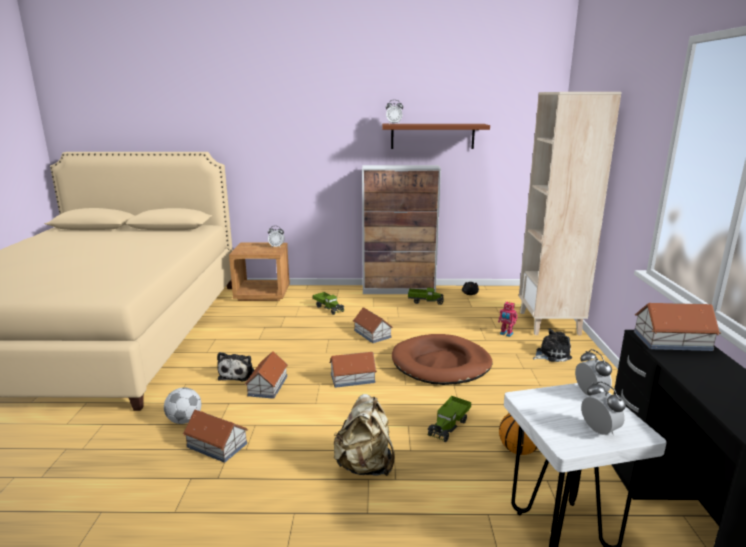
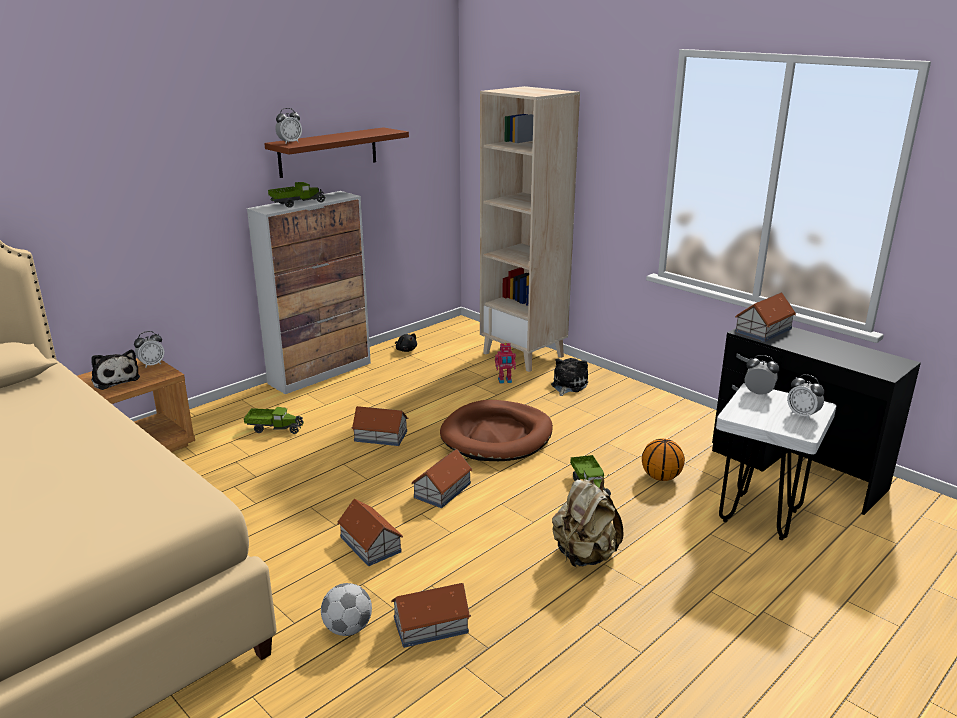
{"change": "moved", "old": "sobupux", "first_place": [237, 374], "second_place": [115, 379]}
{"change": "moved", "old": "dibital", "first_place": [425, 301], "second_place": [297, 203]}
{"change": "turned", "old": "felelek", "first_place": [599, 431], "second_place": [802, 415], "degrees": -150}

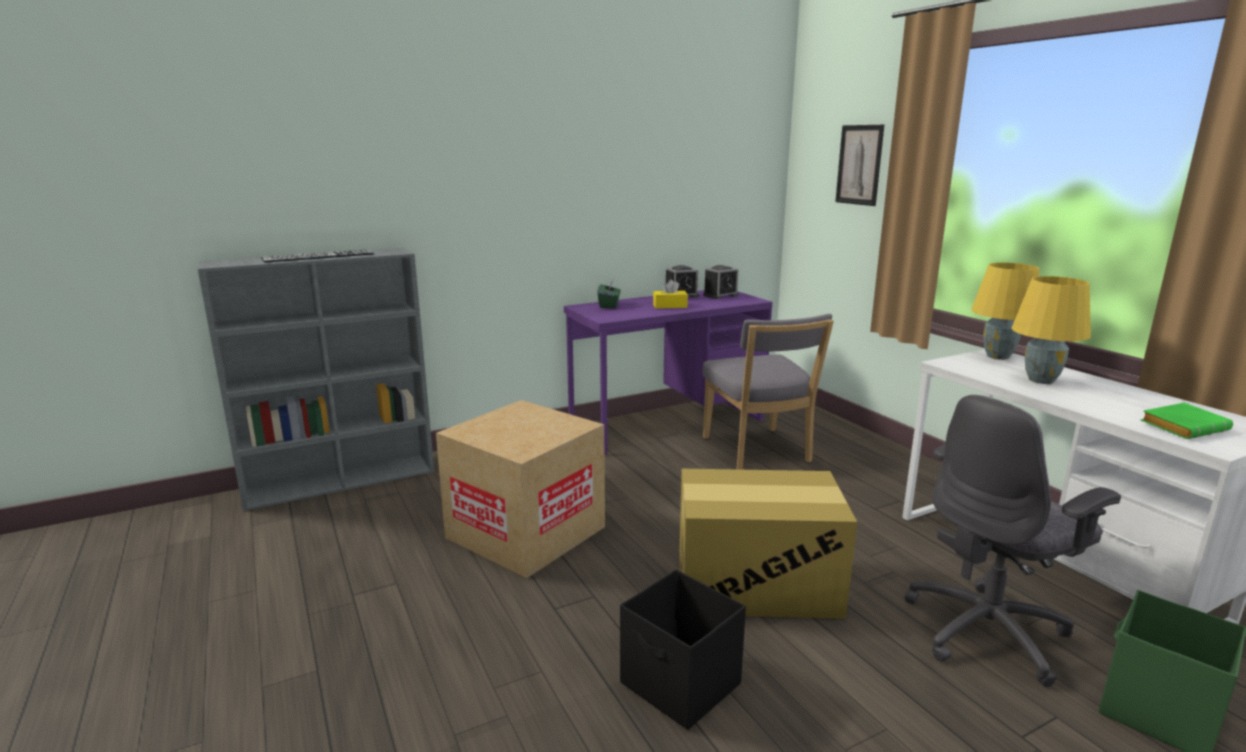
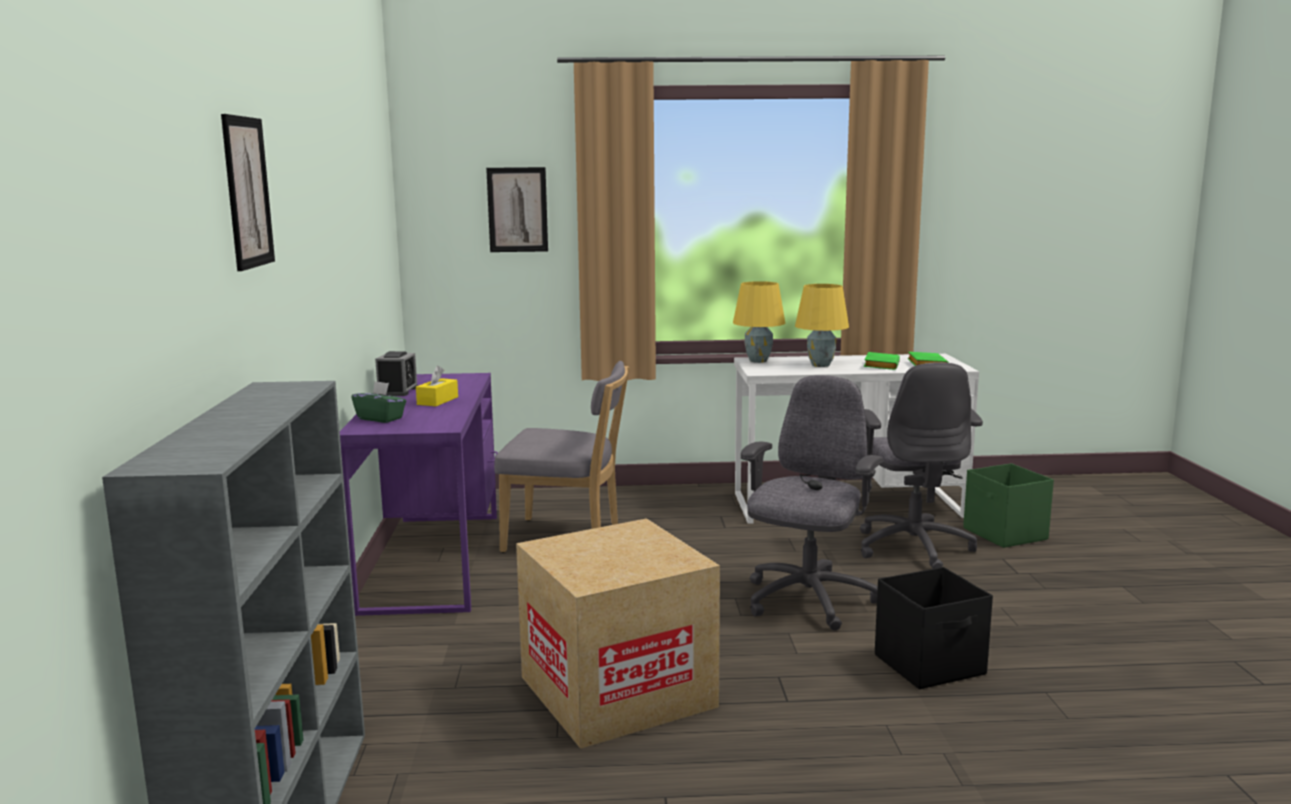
{"change": "added", "new": "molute", "second_place": [247, 192]}
{"change": "replaced", "old": "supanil", "new": "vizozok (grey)", "first_place": [757, 584], "second_place": [807, 601]}
{"change": "added", "new": "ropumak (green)", "second_place": [880, 365]}
{"change": "removed", "old": "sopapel", "first_place": [318, 256]}
{"change": "removed", "old": "felelek", "first_place": [720, 295]}

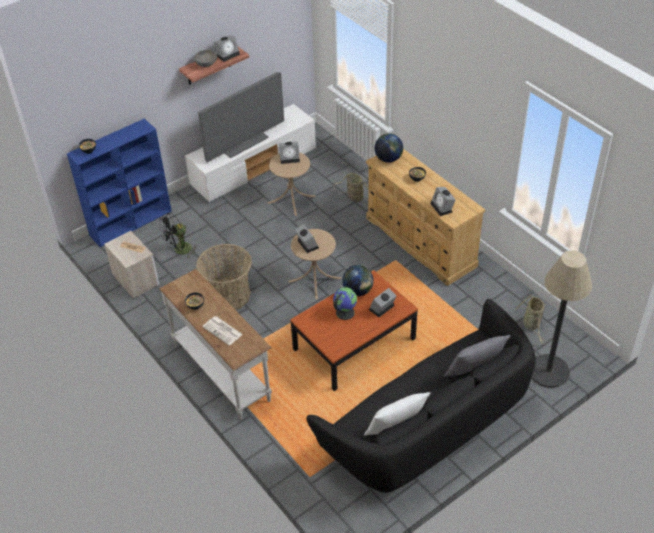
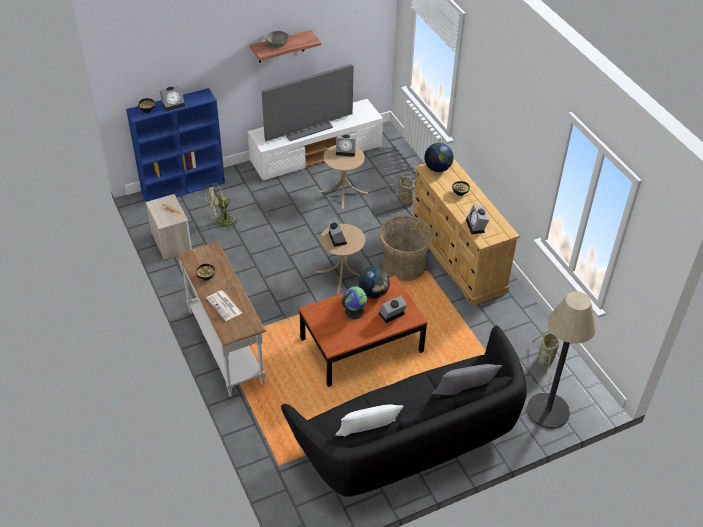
{"change": "moved", "old": "felelek", "first_place": [228, 54], "second_place": [173, 104]}
{"change": "recoloured", "old": "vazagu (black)", "new": "vazagu (green)", "first_place": [179, 251], "second_place": [221, 222]}
{"change": "moved", "old": "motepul", "first_place": [228, 295], "second_place": [404, 265]}

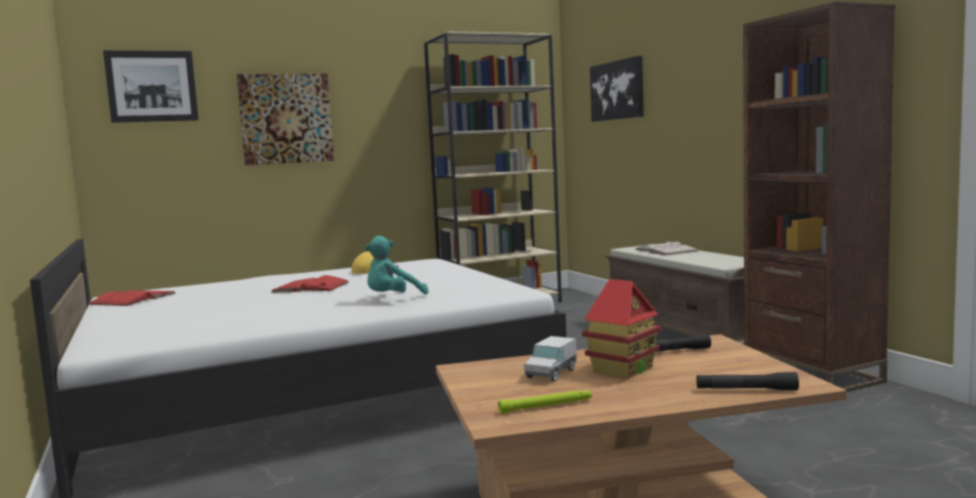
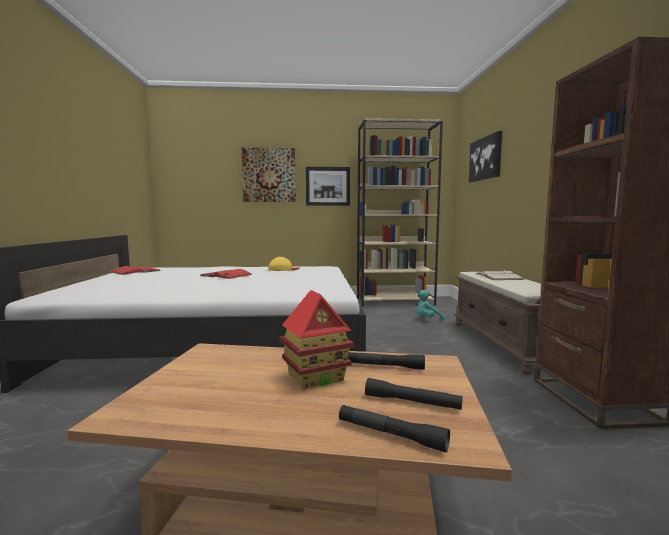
{"change": "moved", "old": "molute", "first_place": [152, 86], "second_place": [327, 186]}
{"change": "added", "new": "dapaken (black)", "second_place": [412, 402]}
{"change": "moved", "old": "sobupux (turquoise)", "first_place": [393, 299], "second_place": [427, 319]}
{"change": "removed", "old": "dapaken (green)", "first_place": [546, 406]}
{"change": "removed", "old": "dibital", "first_place": [551, 373]}

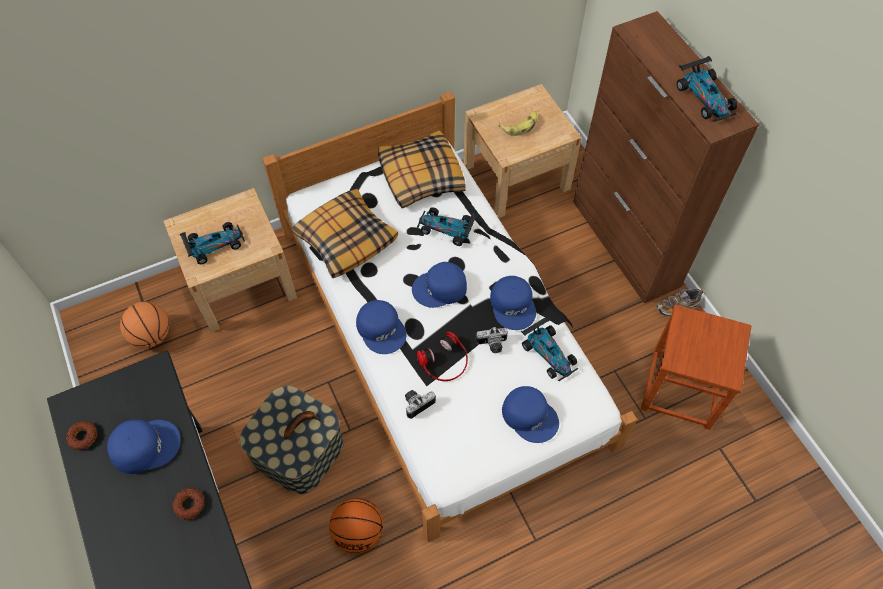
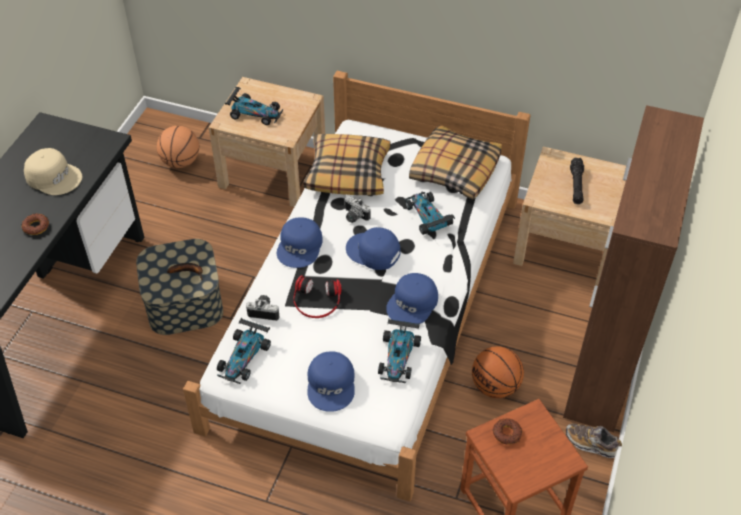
{"change": "recoloured", "old": "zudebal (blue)", "new": "zudebal (beige)", "first_place": [145, 445], "second_place": [54, 176]}
{"change": "moved", "old": "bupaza", "first_place": [705, 97], "second_place": [244, 357]}
{"change": "moved", "old": "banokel", "first_place": [492, 345], "second_place": [354, 216]}
{"change": "moved", "old": "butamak", "first_place": [358, 532], "second_place": [495, 386]}
{"change": "moved", "old": "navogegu", "first_place": [83, 436], "second_place": [507, 433]}
{"change": "replaced", "old": "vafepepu", "new": "dapaken (black)", "first_place": [520, 126], "second_place": [576, 185]}

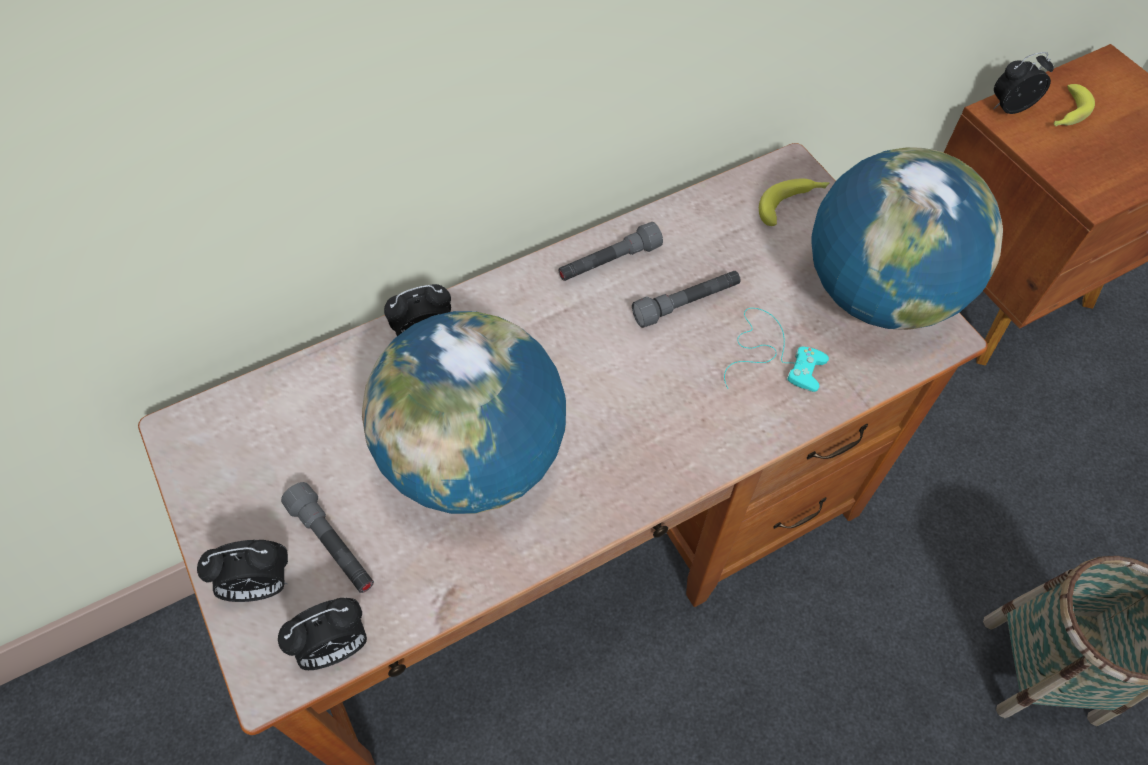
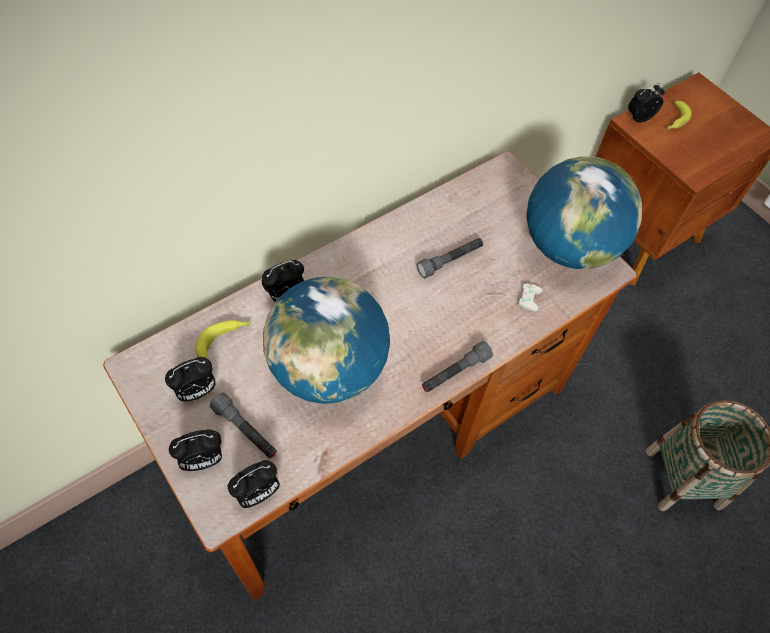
{"change": "added", "new": "felelek", "second_place": [196, 391]}
{"change": "moved", "old": "vafepepu", "first_place": [792, 204], "second_place": [224, 339]}
{"change": "moved", "old": "dapaken (grey)", "first_place": [609, 262], "second_place": [455, 372]}
{"change": "recoloured", "old": "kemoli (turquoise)", "new": "kemoli (white)", "first_place": [771, 353], "second_place": [506, 289]}

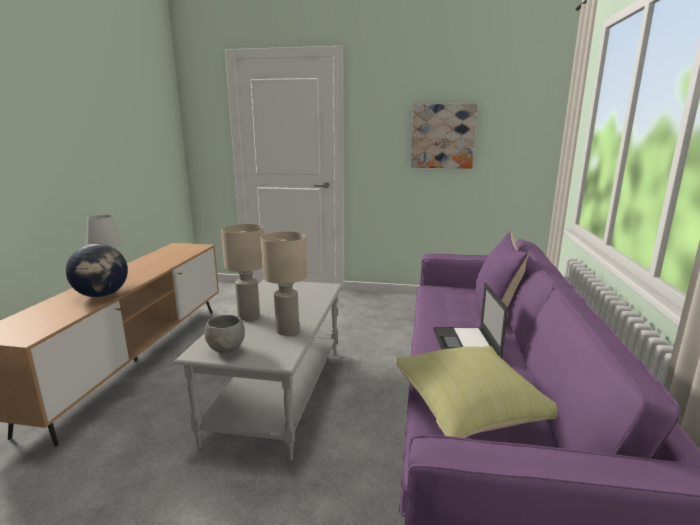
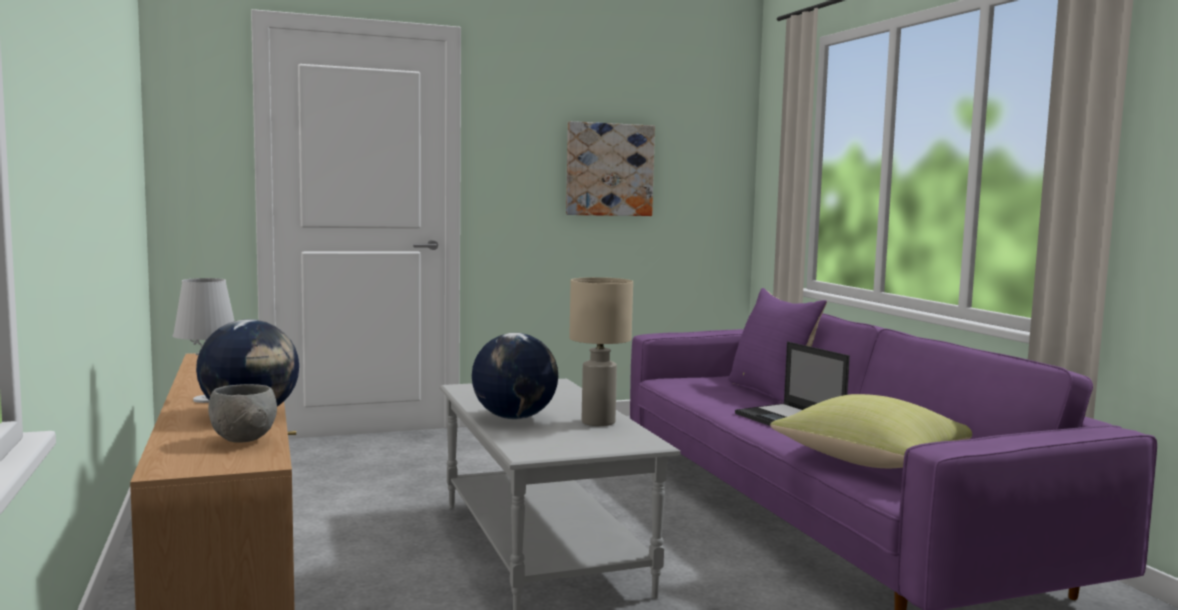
{"change": "moved", "old": "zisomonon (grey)", "first_place": [226, 351], "second_place": [244, 441]}
{"change": "replaced", "old": "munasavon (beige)", "new": "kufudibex", "first_place": [249, 316], "second_place": [514, 418]}

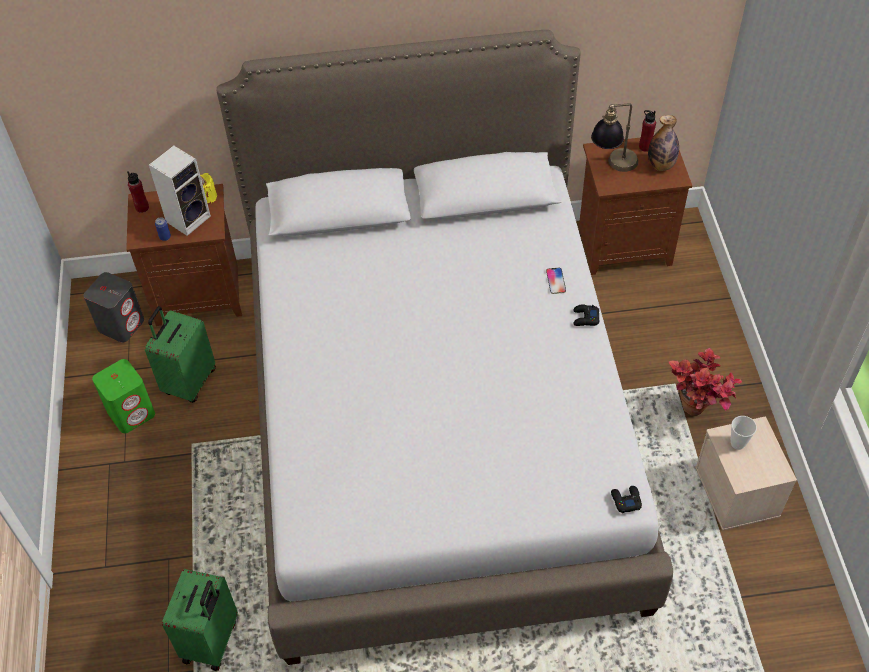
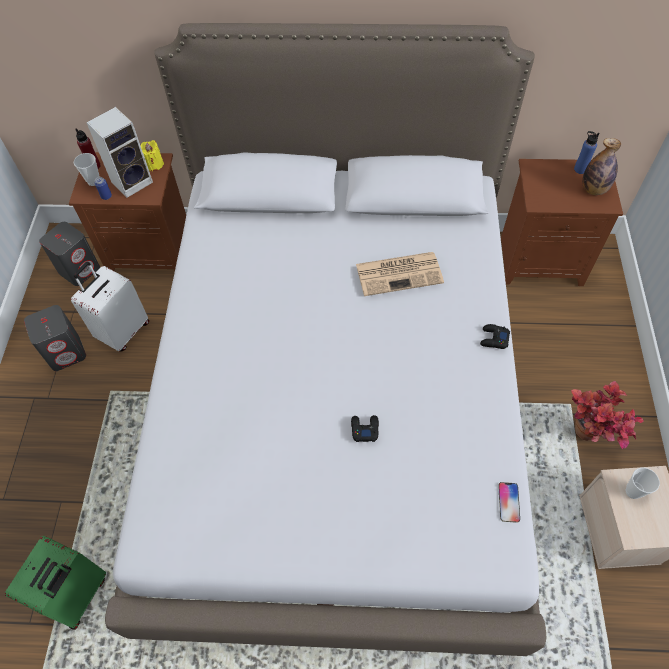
{"change": "recoloured", "old": "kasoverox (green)", "new": "kasoverox (grey)", "first_place": [131, 412], "second_place": [66, 352]}
{"change": "recoloured", "old": "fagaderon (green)", "new": "fagaderon (white)", "first_place": [189, 382], "second_place": [123, 331]}
{"change": "added", "new": "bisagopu", "second_place": [93, 181]}
{"change": "moved", "old": "kemoli (black)", "first_place": [625, 500], "second_place": [364, 429]}
{"change": "added", "new": "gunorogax", "second_place": [400, 273]}
{"change": "moved", "old": "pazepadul", "first_place": [556, 281], "second_place": [508, 502]}
{"change": "recoloured", "old": "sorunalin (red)", "new": "sorunalin (blue)", "first_place": [645, 147], "second_place": [580, 169]}
{"change": "removed", "old": "munasavon", "first_place": [612, 166]}

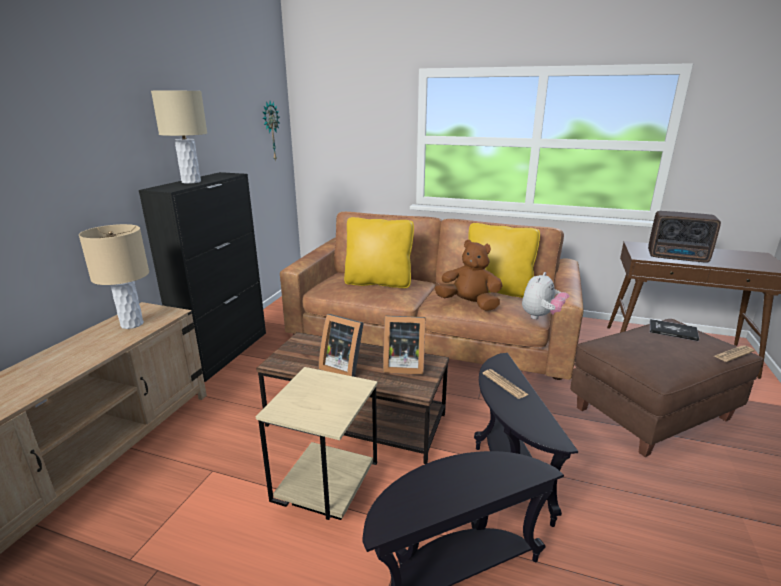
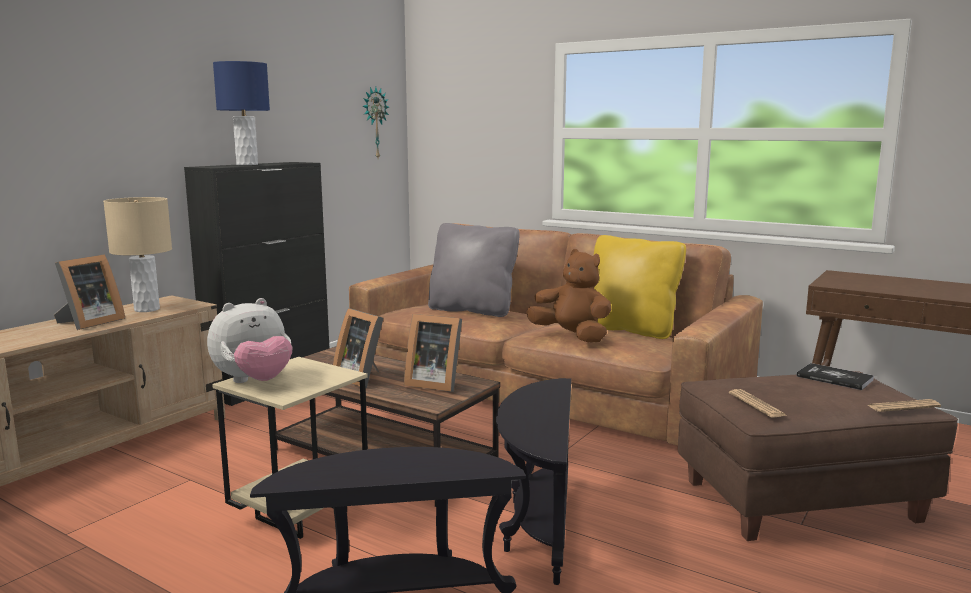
{"change": "added", "new": "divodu", "second_place": [89, 323]}
{"change": "moved", "old": "sobupux", "first_place": [542, 317], "second_place": [254, 382]}
{"change": "recoloured", "old": "munasavon (beige)", "new": "munasavon (blue)", "first_place": [191, 182], "second_place": [247, 164]}
{"change": "recoloured", "old": "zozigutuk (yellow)", "new": "zozigutuk (grey)", "first_place": [378, 282], "second_place": [473, 310]}
{"change": "moved", "old": "gunorogax", "first_place": [504, 384], "second_place": [756, 404]}
{"change": "removed", "old": "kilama", "first_place": [678, 258]}

